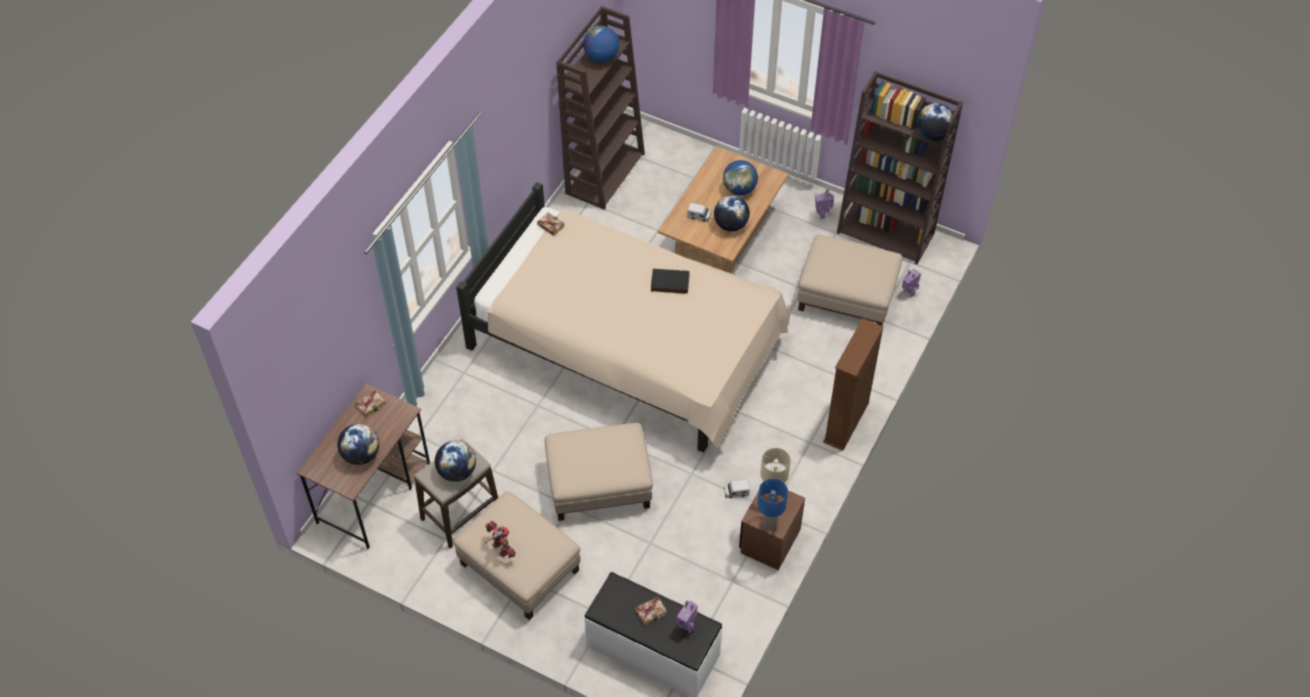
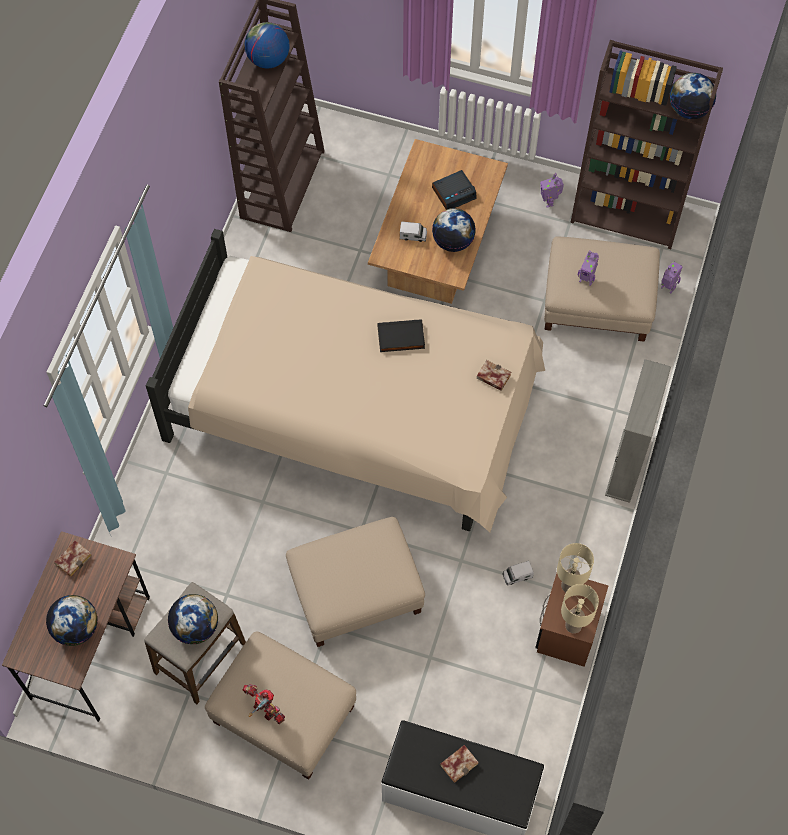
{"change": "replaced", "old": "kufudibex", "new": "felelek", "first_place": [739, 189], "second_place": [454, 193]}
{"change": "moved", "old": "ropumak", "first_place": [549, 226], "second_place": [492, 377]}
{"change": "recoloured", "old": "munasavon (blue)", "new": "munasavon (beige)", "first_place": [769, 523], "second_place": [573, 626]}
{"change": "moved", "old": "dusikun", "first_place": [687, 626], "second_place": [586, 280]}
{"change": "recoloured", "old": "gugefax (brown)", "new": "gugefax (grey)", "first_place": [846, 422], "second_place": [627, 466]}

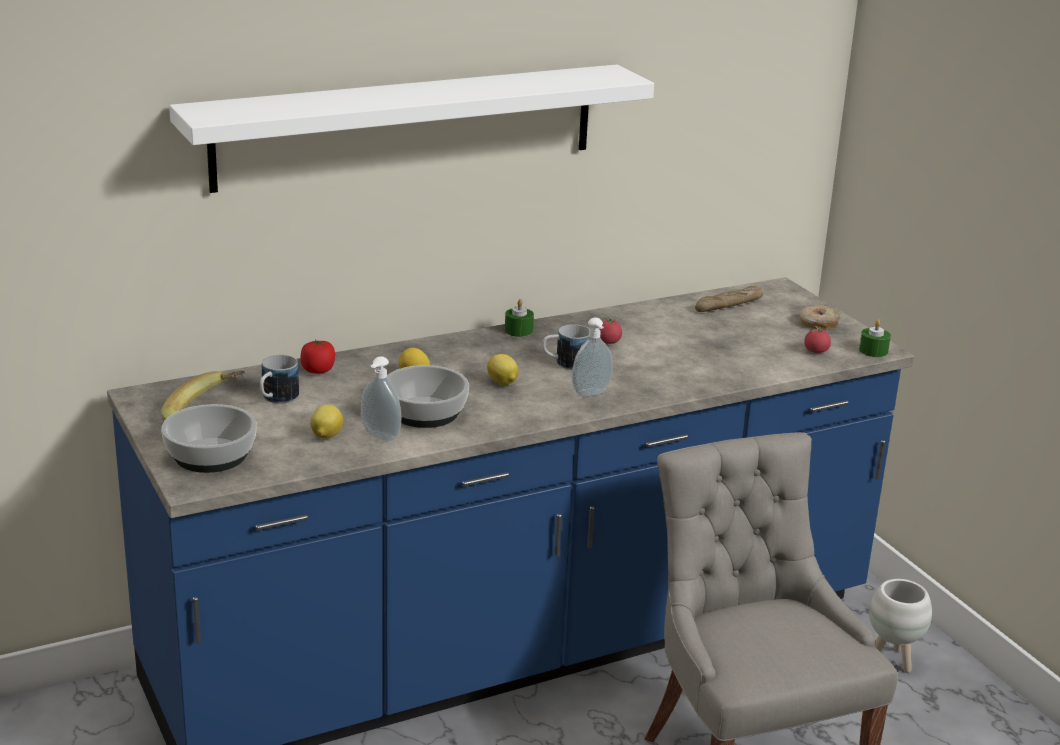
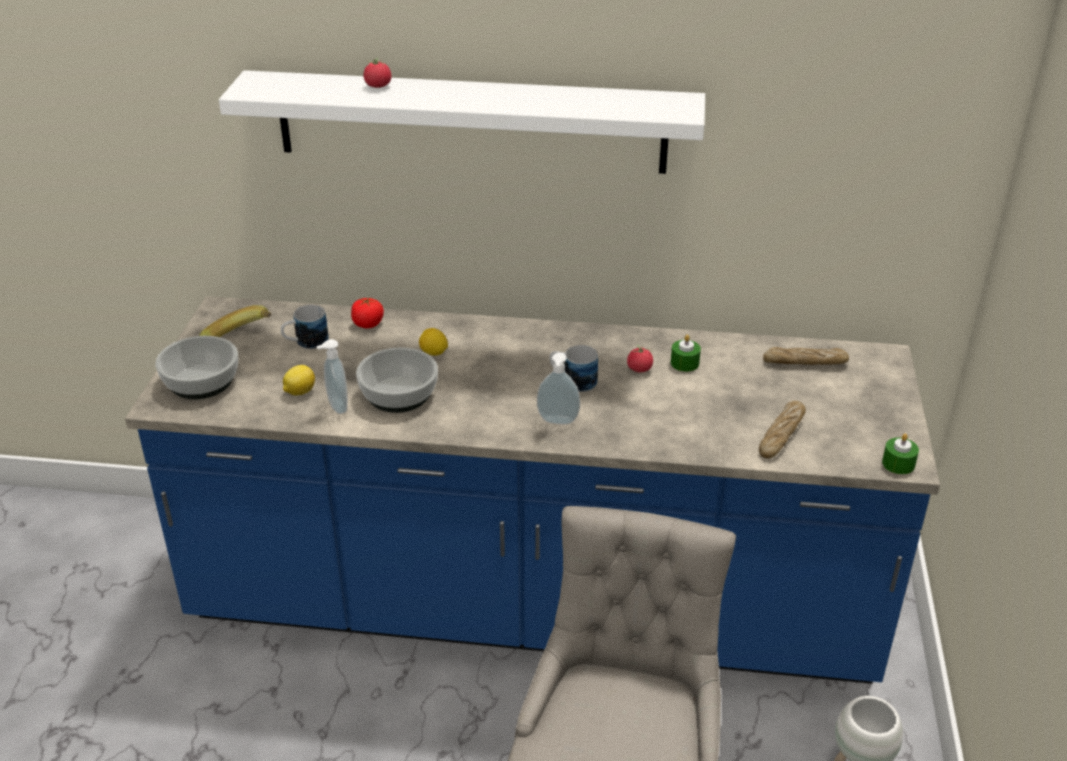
{"change": "moved", "old": "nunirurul", "first_place": [816, 351], "second_place": [378, 86]}
{"change": "moved", "old": "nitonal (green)", "first_place": [518, 330], "second_place": [684, 363]}
{"change": "added", "new": "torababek", "second_place": [781, 435]}
{"change": "removed", "old": "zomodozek", "first_place": [502, 383]}
{"change": "removed", "old": "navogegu", "first_place": [818, 324]}

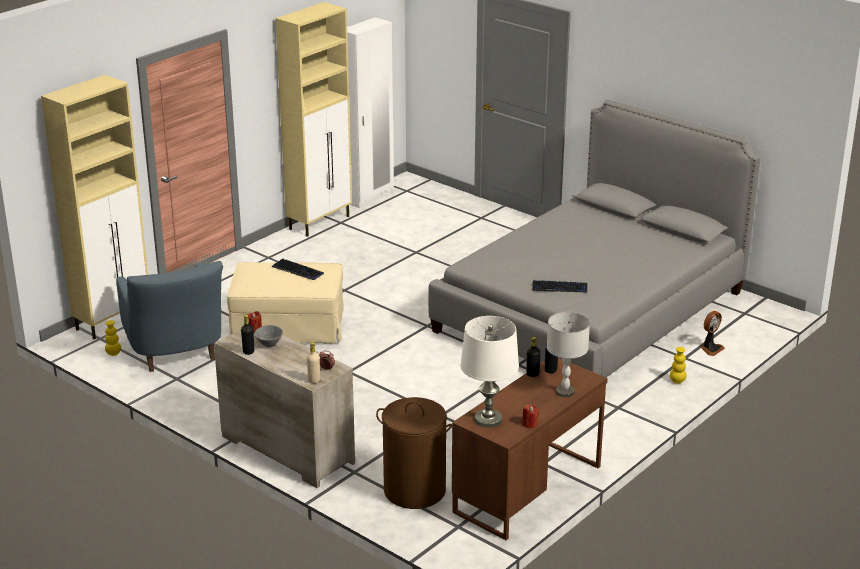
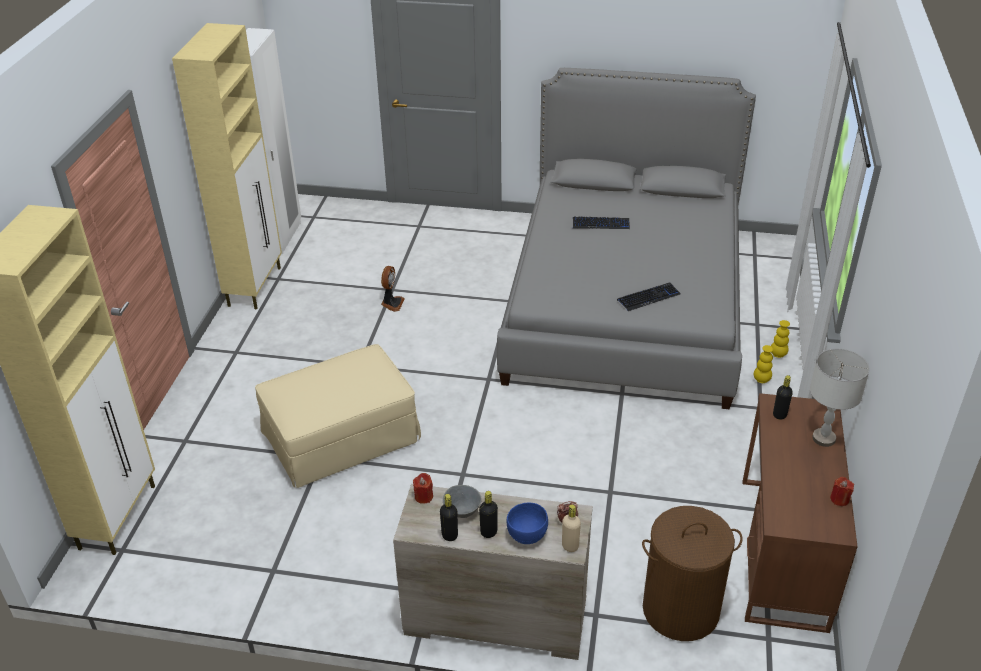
{"change": "moved", "old": "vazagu", "first_place": [711, 348], "second_place": [392, 303]}
{"change": "moved", "old": "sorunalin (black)", "first_place": [532, 374], "second_place": [488, 532]}
{"change": "added", "new": "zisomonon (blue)", "second_place": [527, 536]}
{"change": "moved", "old": "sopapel", "first_place": [297, 270], "second_place": [601, 224]}
{"change": "moved", "old": "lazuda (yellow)", "first_place": [113, 353], "second_place": [761, 380]}
{"change": "removed", "old": "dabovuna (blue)", "first_place": [176, 352]}
{"change": "removed", "old": "munasavon (white)", "first_place": [488, 419]}

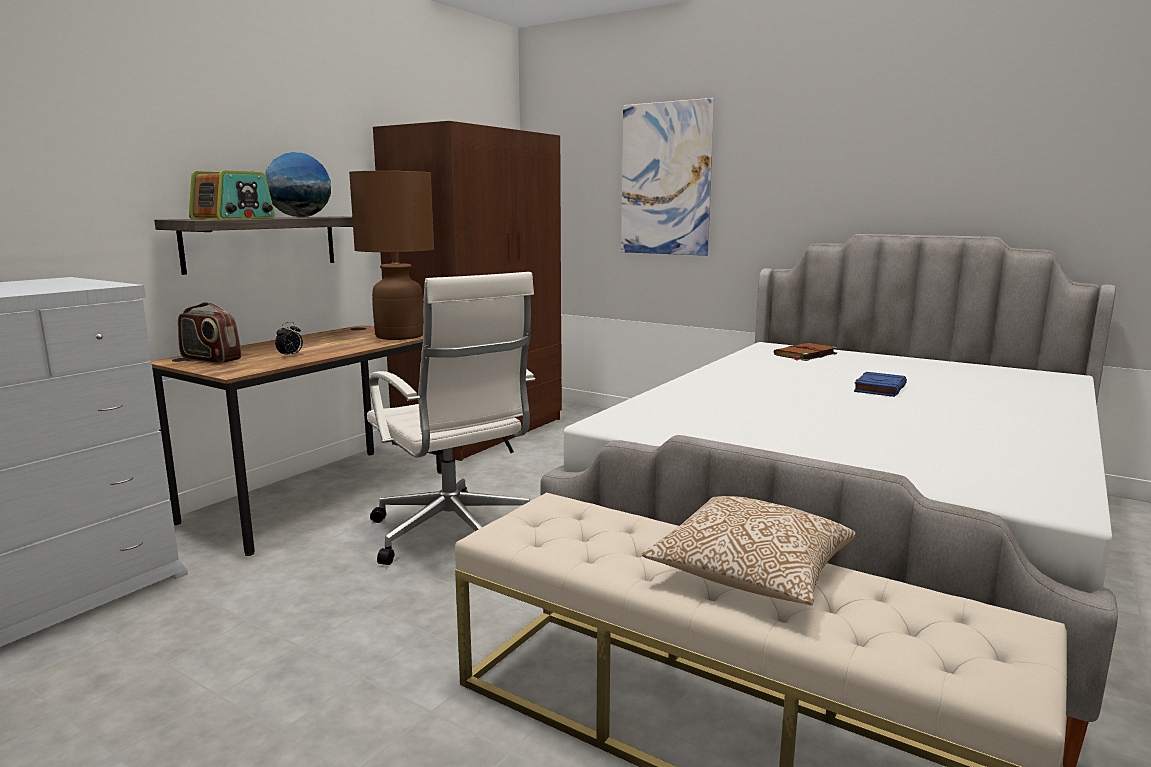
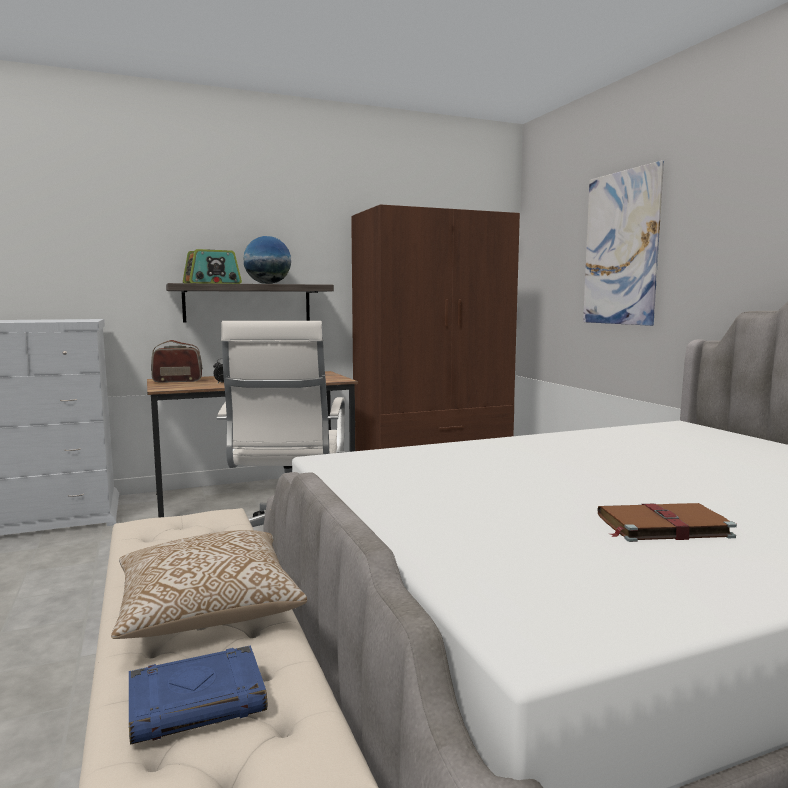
{"change": "moved", "old": "ropumak (blue)", "first_place": [879, 388], "second_place": [198, 701]}
{"change": "turned", "old": "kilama", "first_place": [210, 359], "second_place": [177, 381], "degrees": 105}
{"change": "moved", "old": "ropumak (brown)", "first_place": [804, 354], "second_place": [661, 526]}
{"change": "removed", "old": "munasavon (brown)", "first_place": [400, 336]}

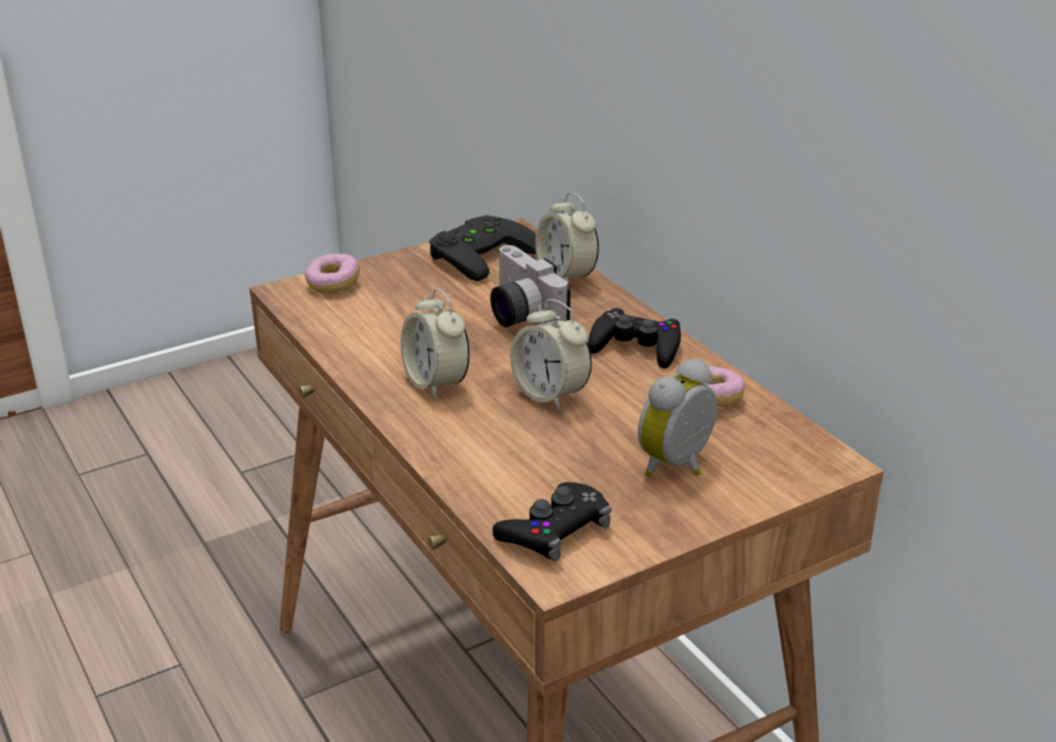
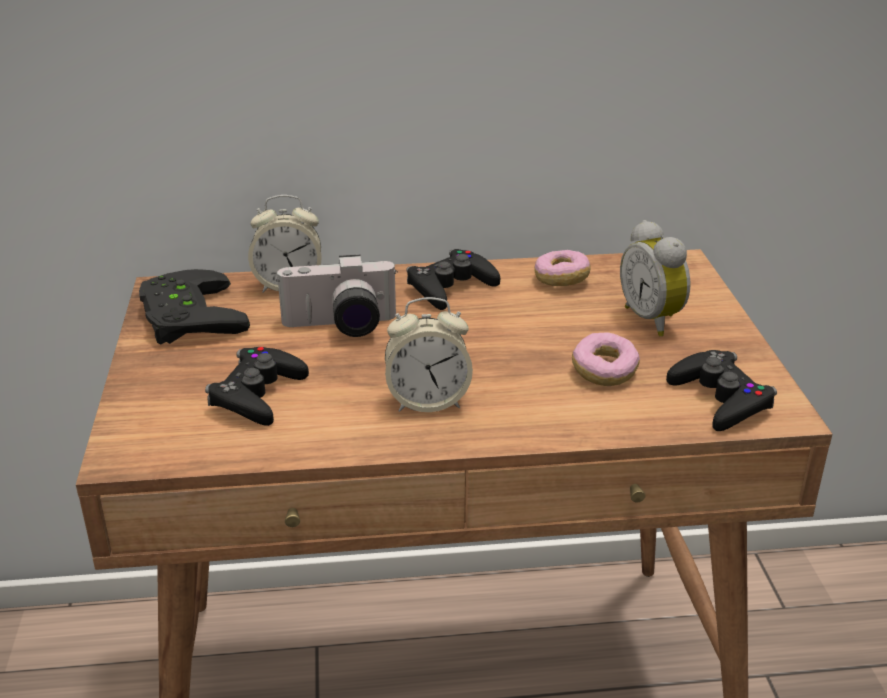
{"change": "added", "new": "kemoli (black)", "second_place": [258, 395]}
{"change": "moved", "old": "navogegu", "first_place": [333, 284], "second_place": [604, 372]}
{"change": "removed", "old": "felelek", "first_place": [550, 394]}

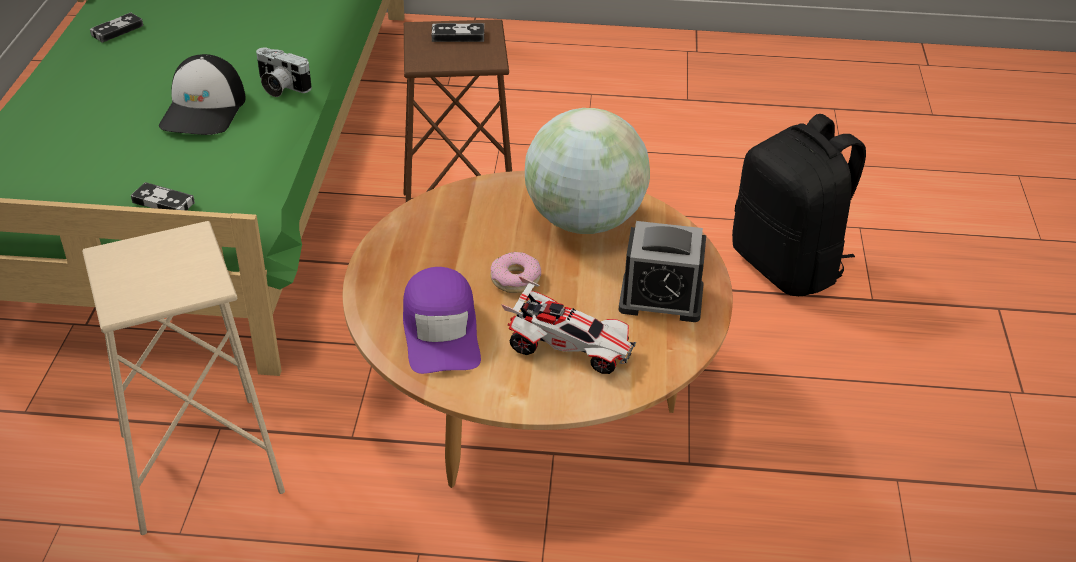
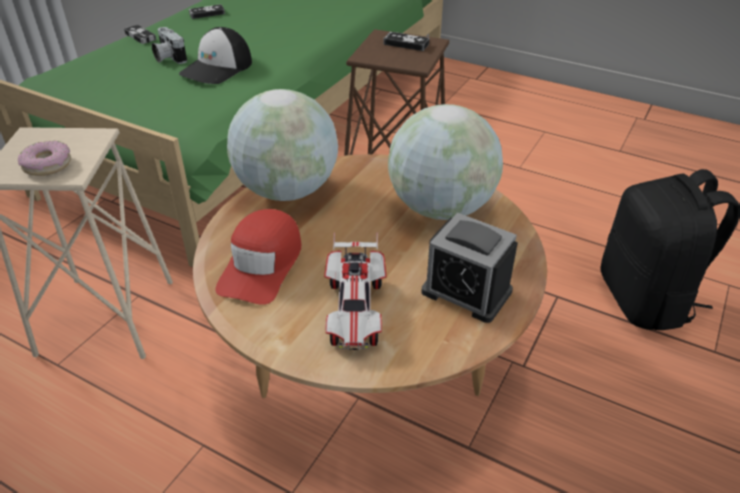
{"change": "moved", "old": "navogegu", "first_place": [515, 279], "second_place": [47, 165]}
{"change": "moved", "old": "kemoli", "first_place": [163, 202], "second_place": [140, 36]}
{"change": "moved", "old": "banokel", "first_place": [280, 87], "second_place": [168, 57]}
{"change": "recoloured", "old": "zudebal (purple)", "new": "zudebal (red)", "first_place": [441, 331], "second_place": [262, 265]}
{"change": "added", "new": "kufudibex", "second_place": [287, 191]}
{"change": "turned", "old": "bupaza", "first_place": [568, 348], "second_place": [355, 311], "degrees": 45}

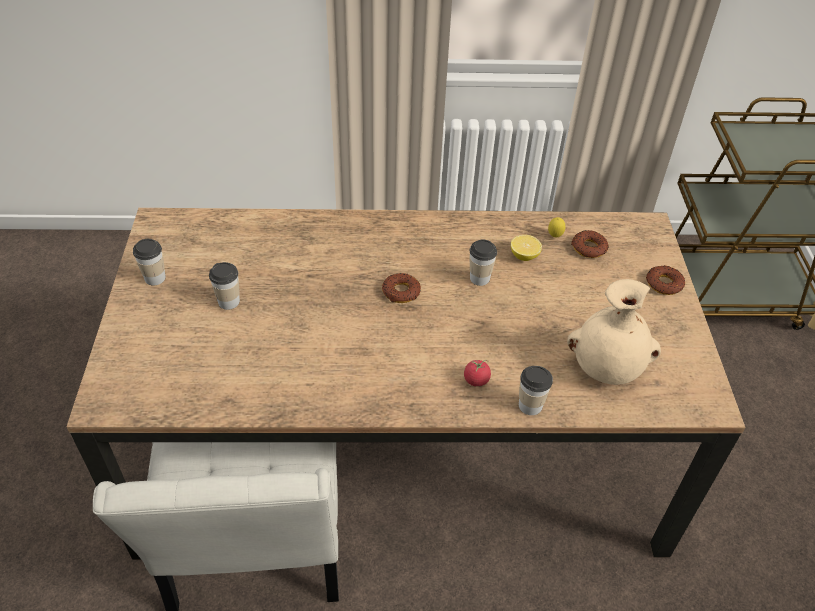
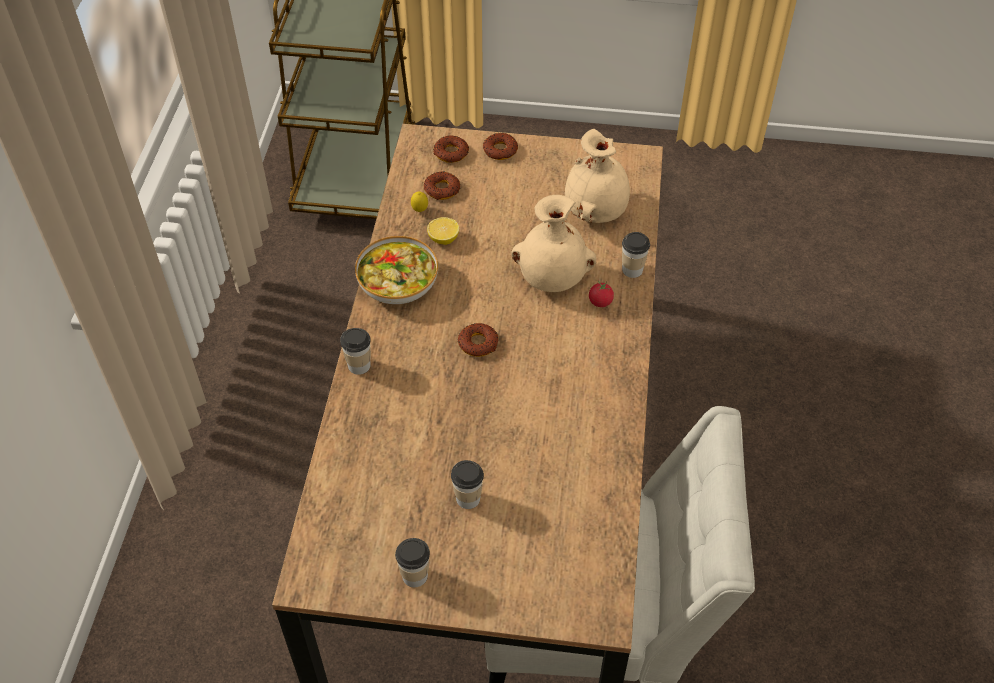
{"change": "moved", "old": "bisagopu", "first_place": [479, 278], "second_place": [359, 365]}
{"change": "added", "new": "zisomonon", "second_place": [398, 282]}
{"change": "added", "new": "navogegu", "second_place": [451, 153]}
{"change": "added", "new": "lazuda (beige)", "second_place": [552, 279]}

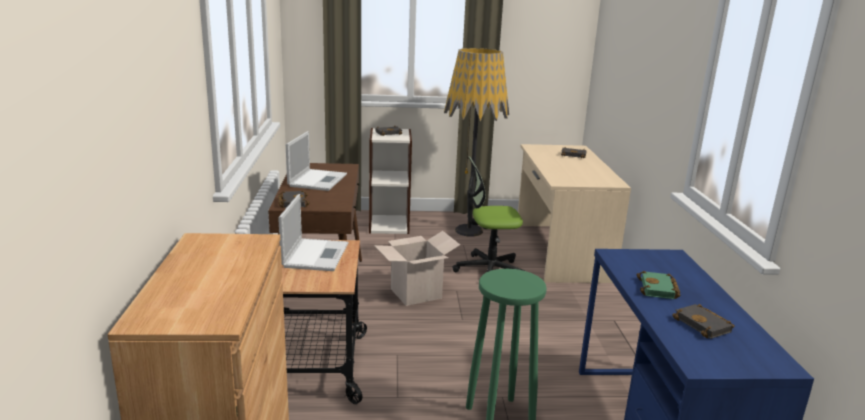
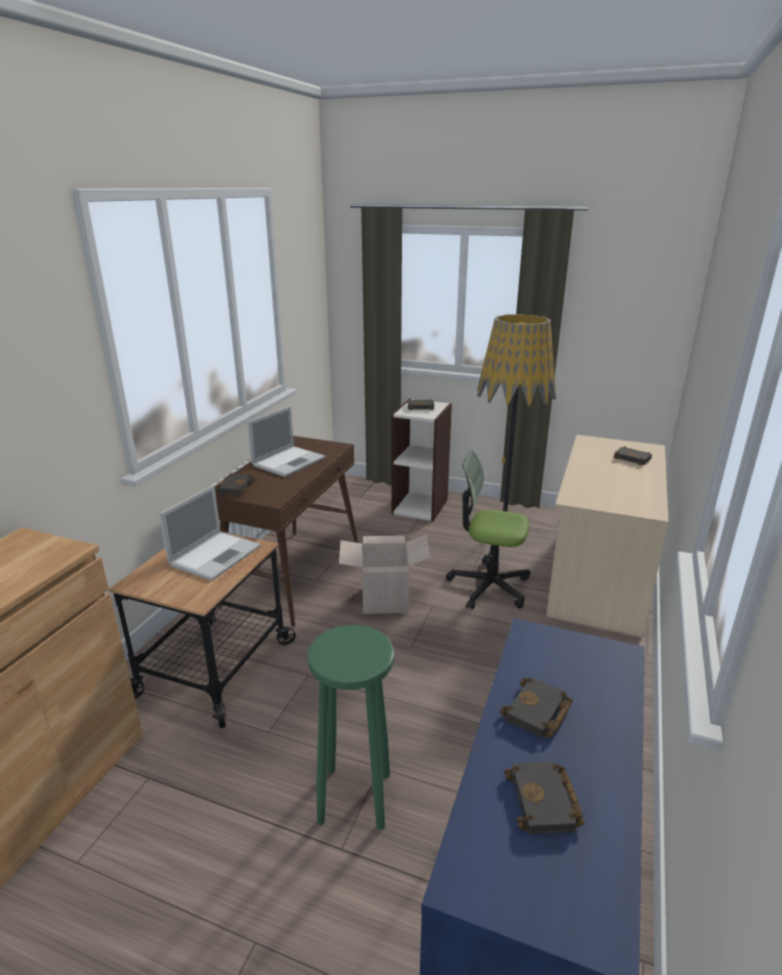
{"change": "recoloured", "old": "ropumak (green)", "new": "ropumak (black)", "first_place": [659, 289], "second_place": [537, 713]}

